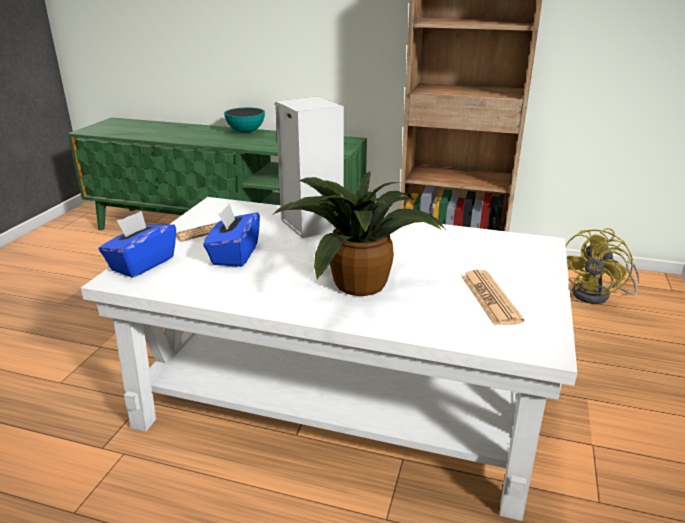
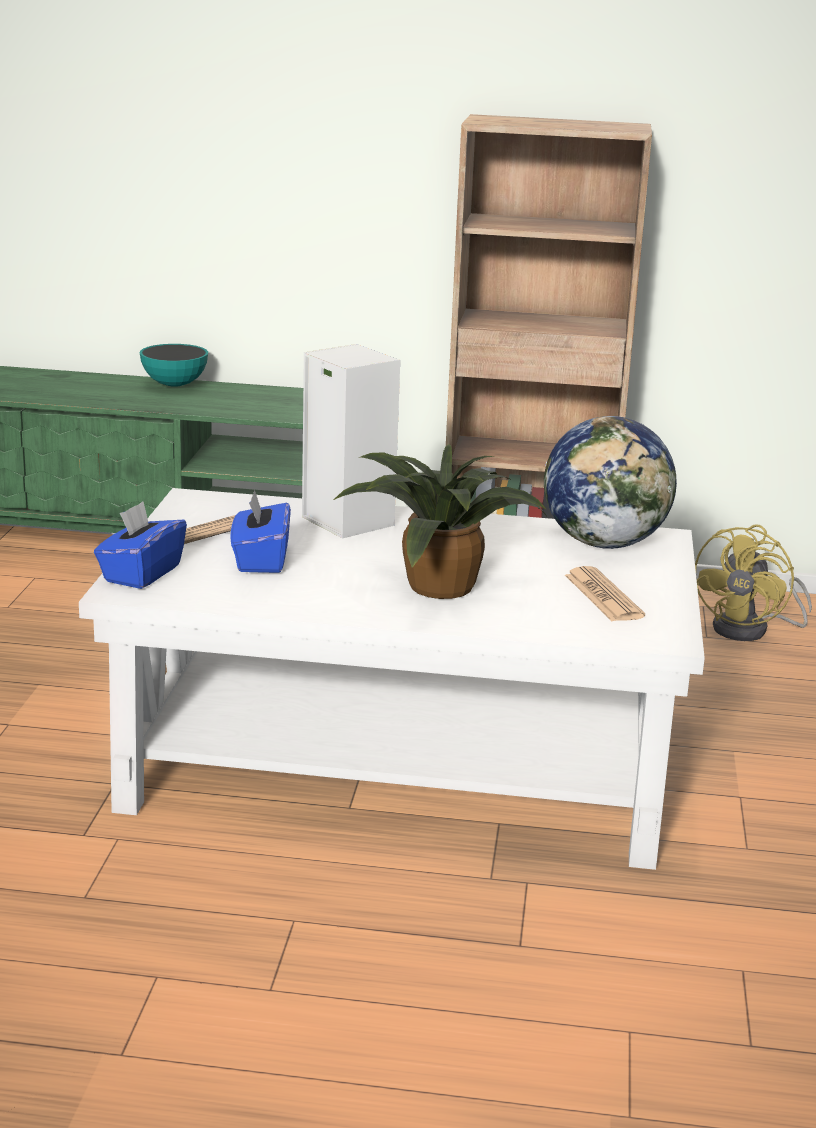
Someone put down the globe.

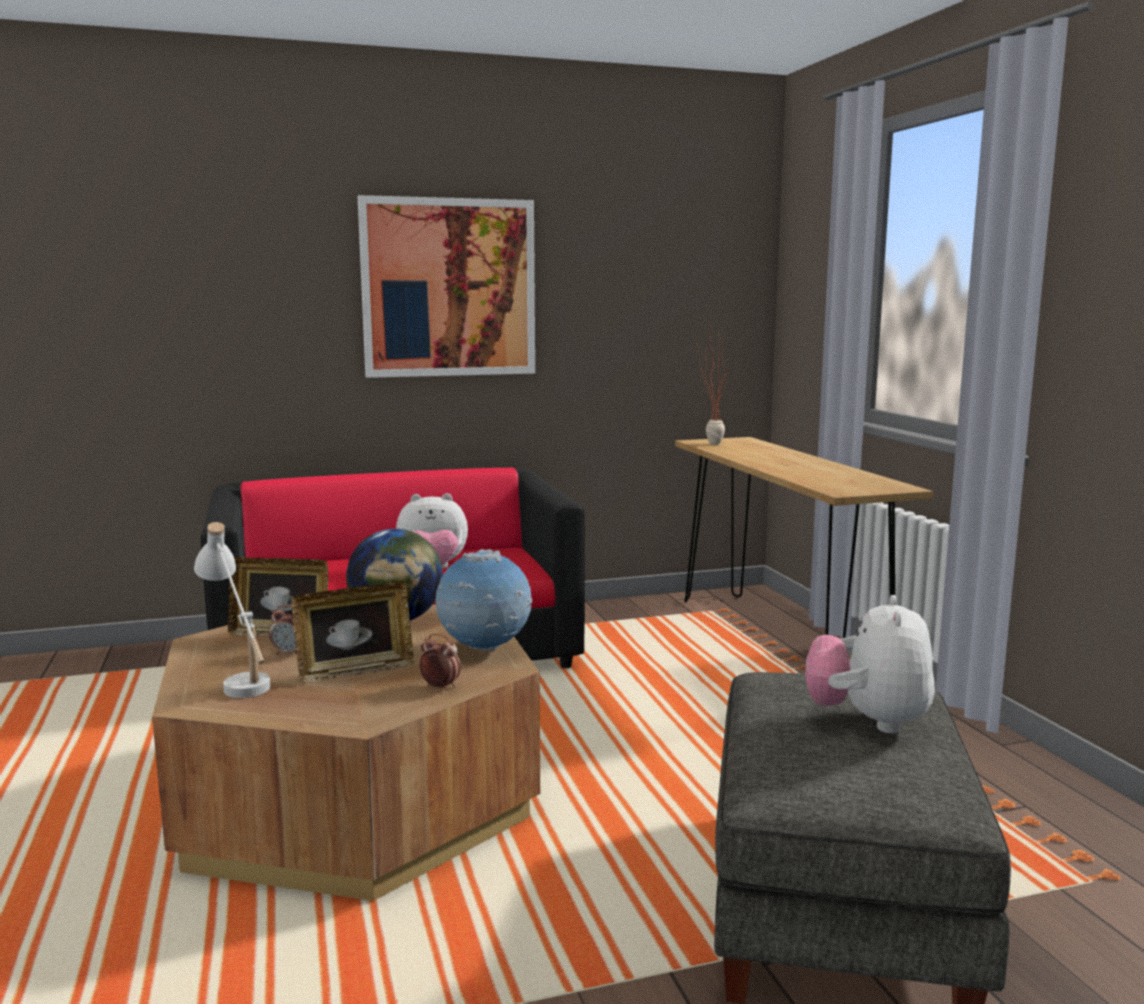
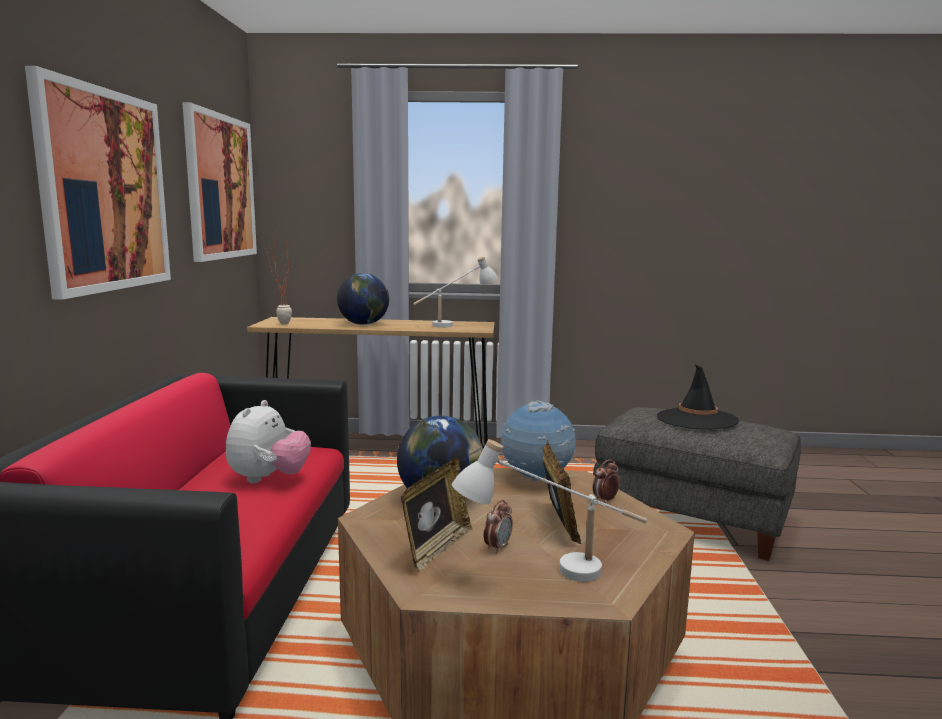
Someone put up the picture (2nd from left). Someone put down the globe (1st from left). Someone put down the white_table_lamp (1st from left). Someone swapped the plush_toy (2nd from left) for the black_hat.

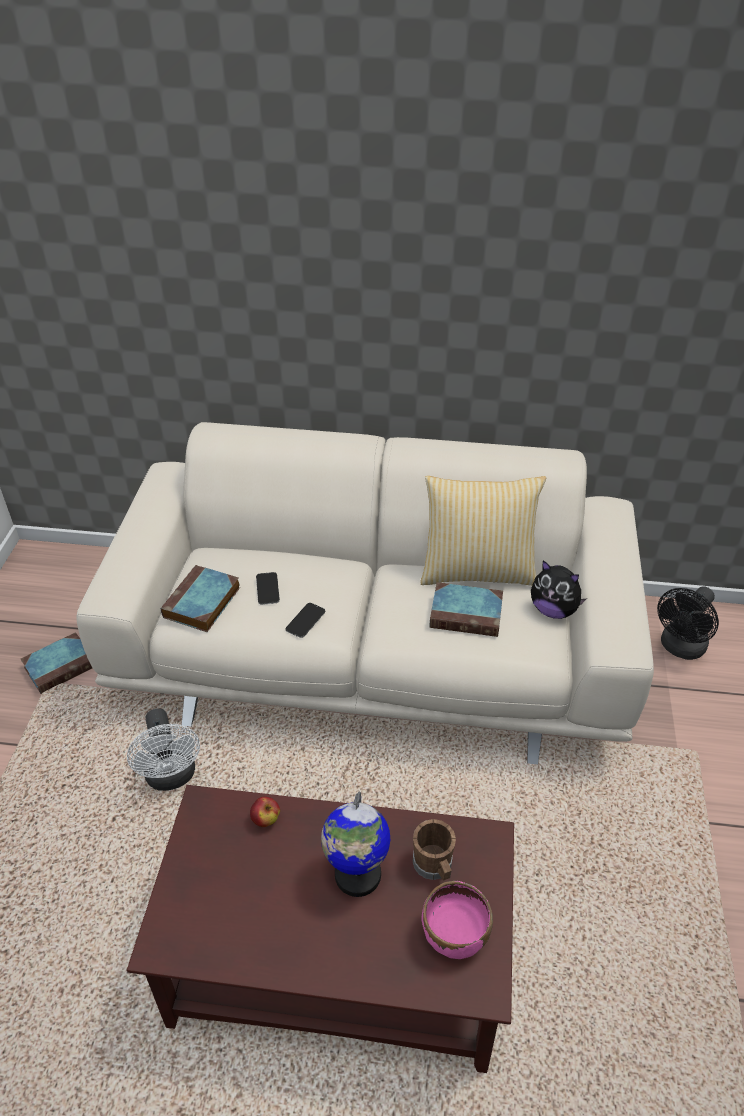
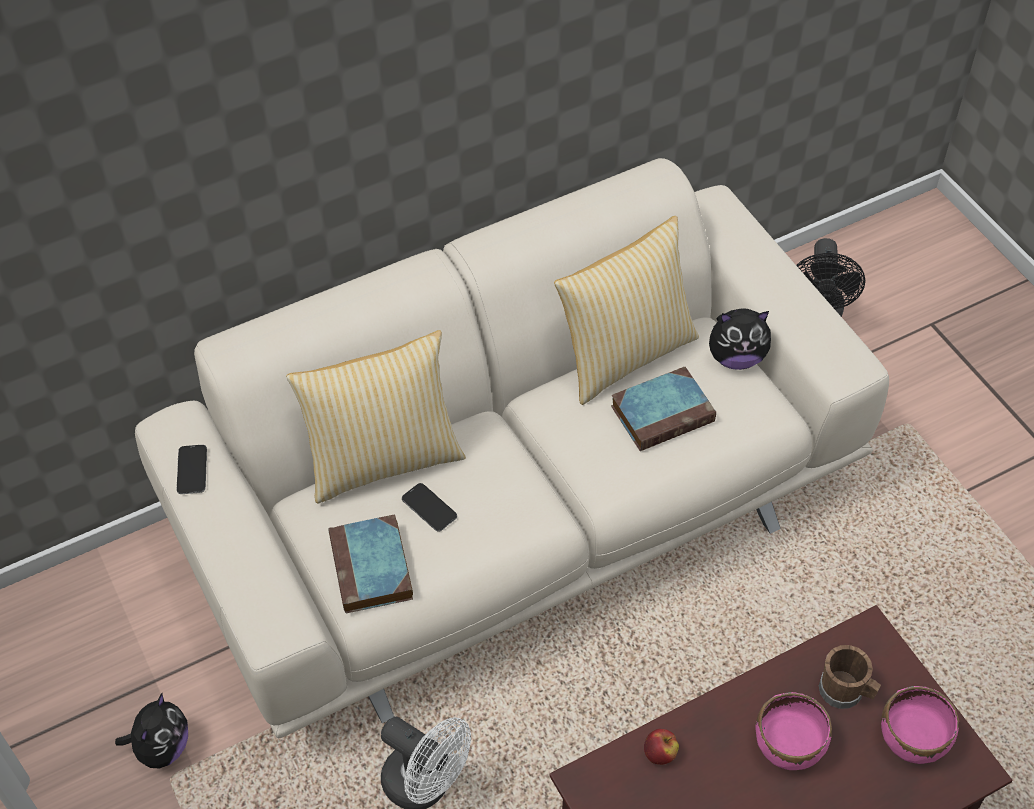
Someone swapped the book (1st from left) for the plush_toy (1st from left). Someone carried the phone (2nd from left in the first image). Someone put down the pillow (1st from left). Someone swapped the globe for the pink_bowl (1st from left).

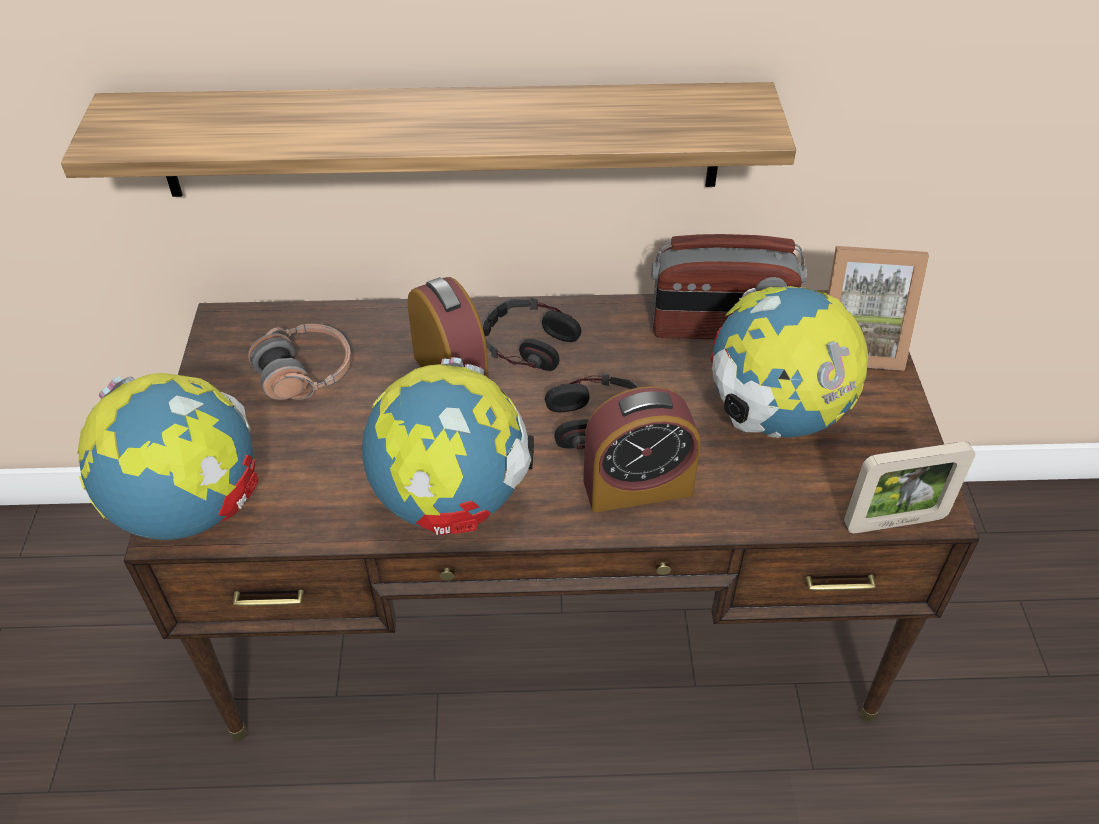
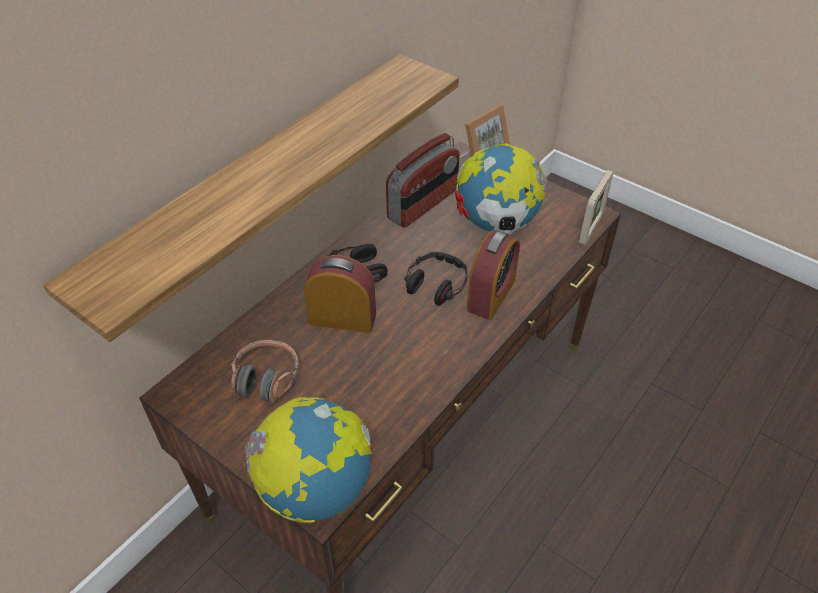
Someone took away the globe (2nd from left).

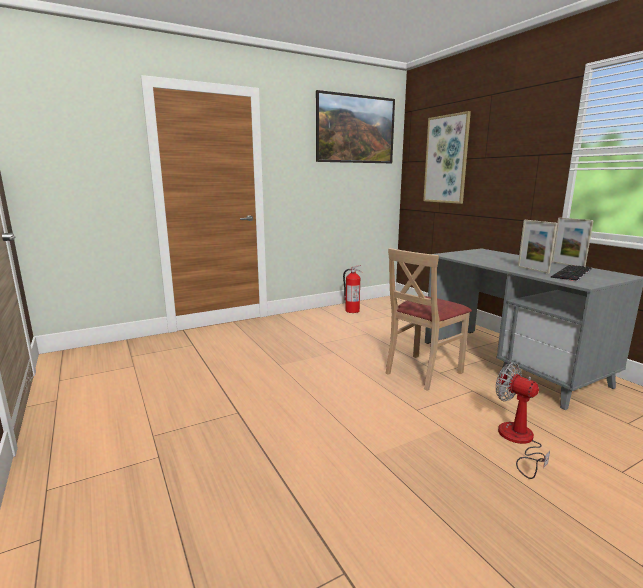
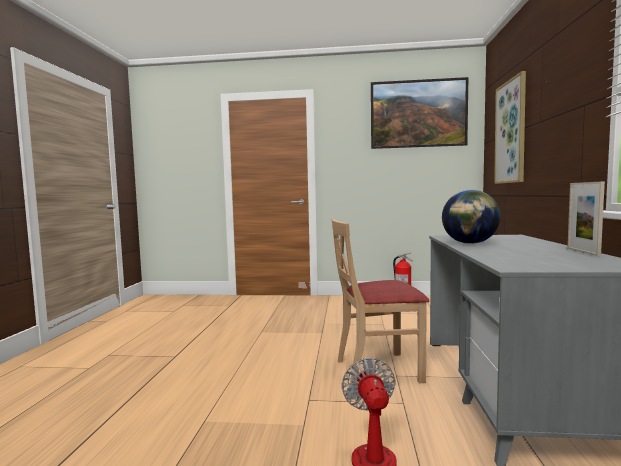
Someone put down the globe. Someone took away the picture_frame (1st from left). Someone took away the keyboard.

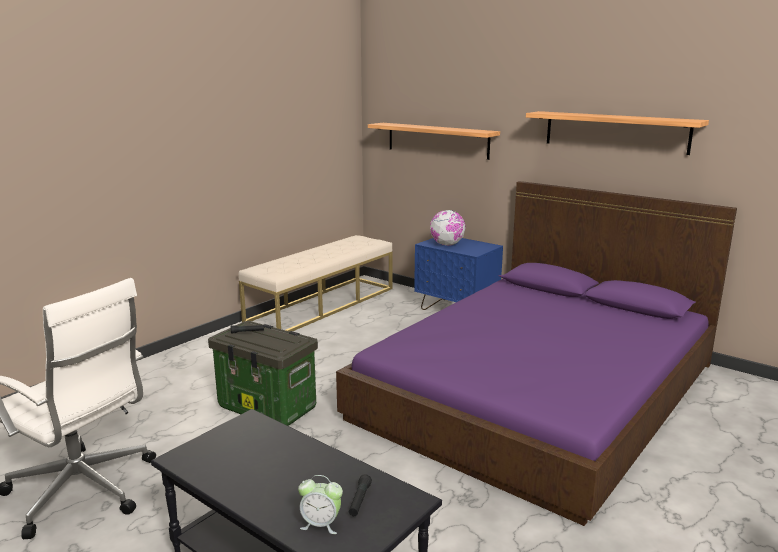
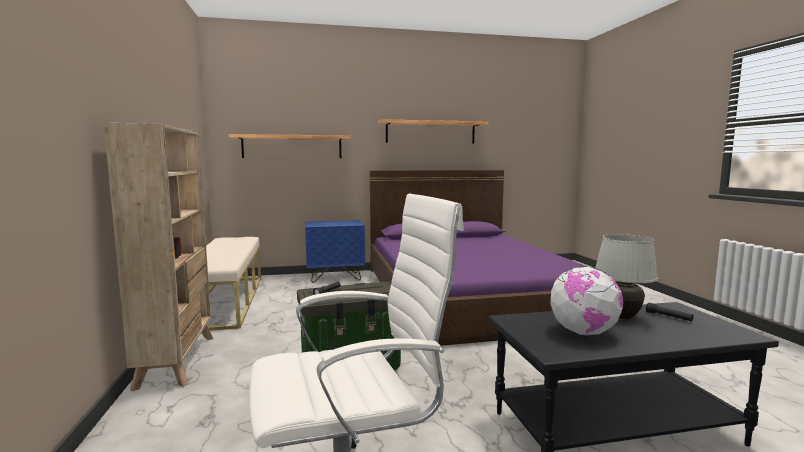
Someone put down the beige_bookcase. Someone carried the globe. Someone put down the white_table_lamp. Someone took away the alarm_clock.

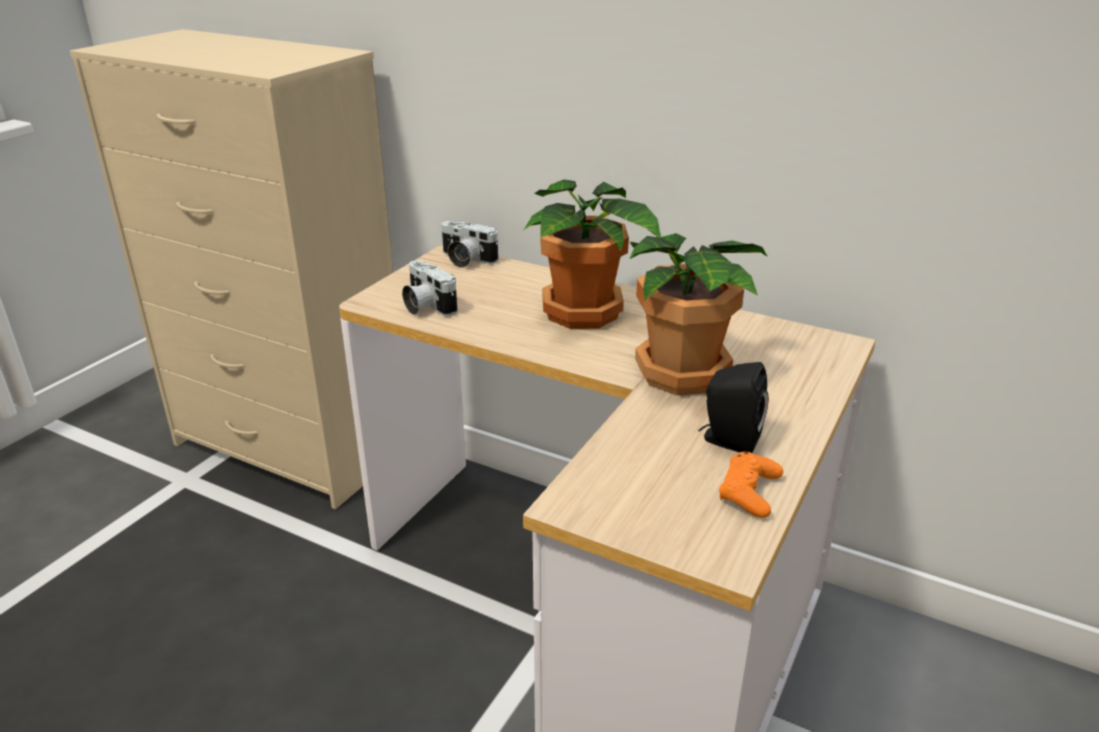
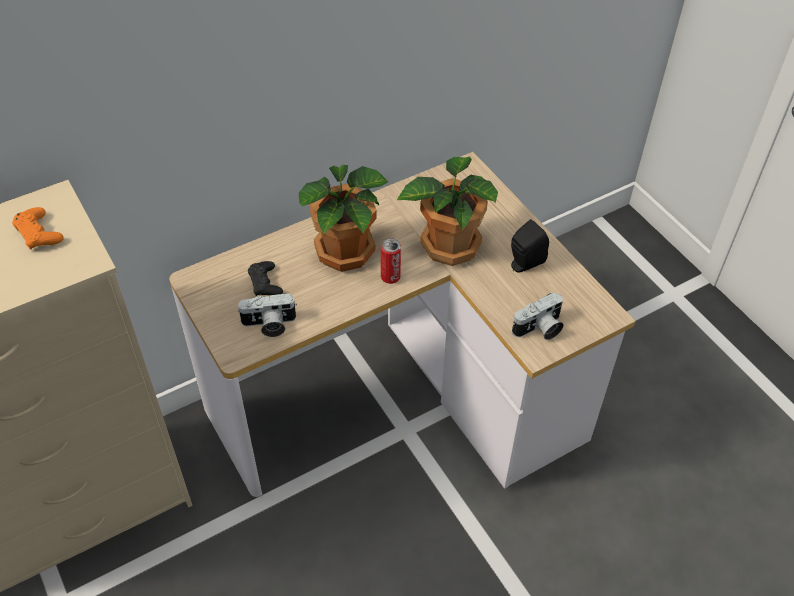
Someone carried the orange_game_controller. Someone put down the black_game_controller. Someone put down the can. Someone carried the photo_camera (2nd from left).

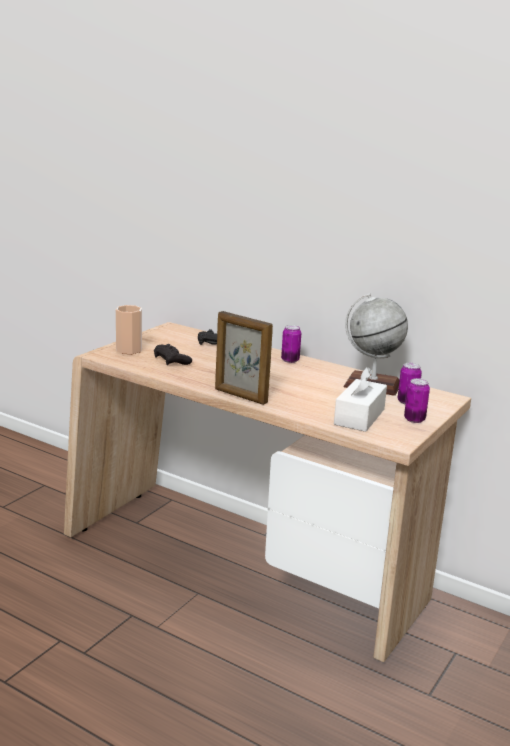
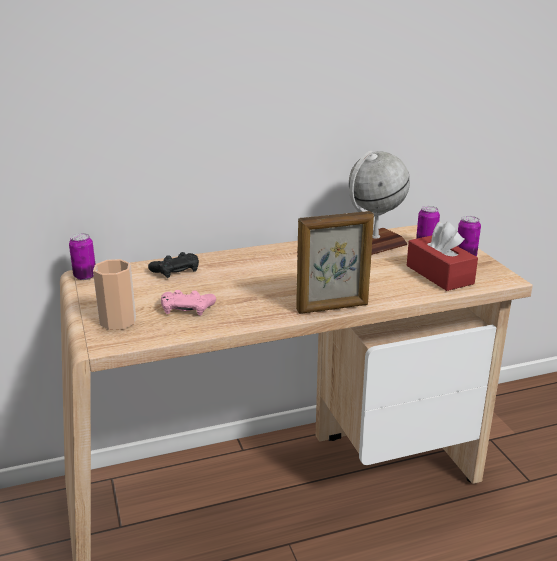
Someone carried the can (1st from left). Someone repainted the black_game_controller (1st from left), which became the pink_game_controller. Someone repainted the white_tissue_box, which became the red_tissue_box.

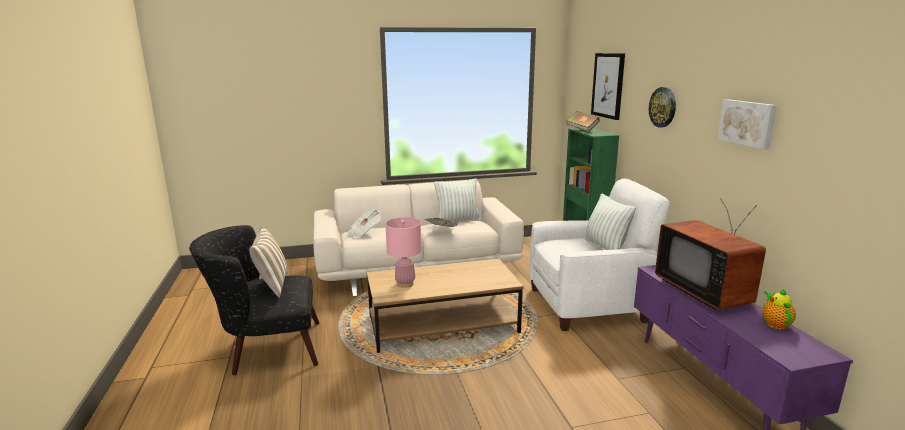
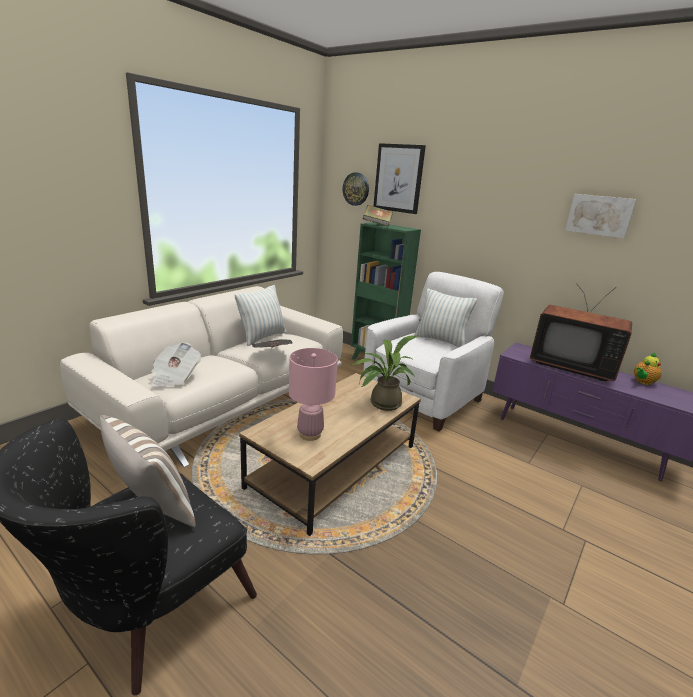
Someone carried the wall_clock. Someone put down the potted_plant. Someone rotated the teapot by 90 degrees counterclockwise.

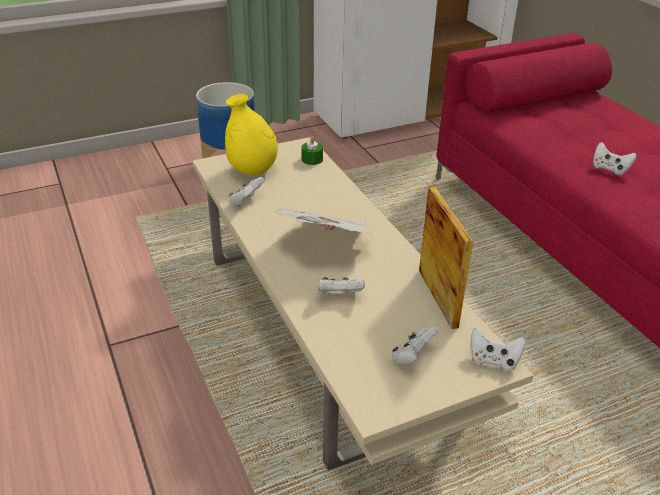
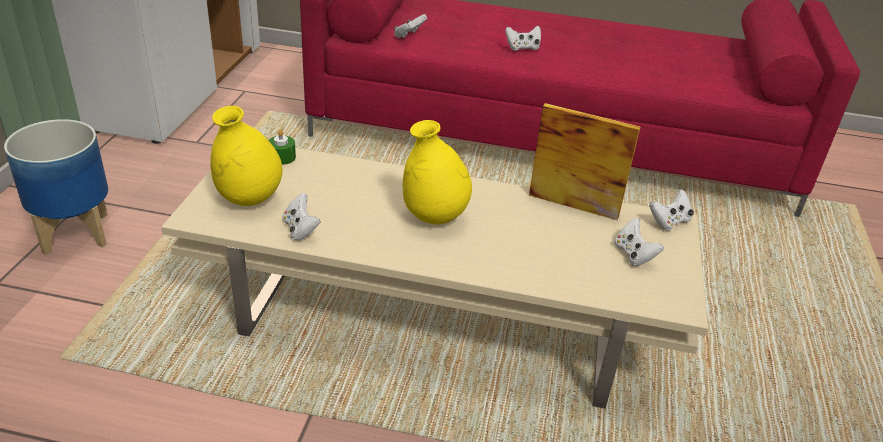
Someone carried the white_game_controller (2nd from left). Someone swapped the newspaper for the yellow_vase (2nd from left).

